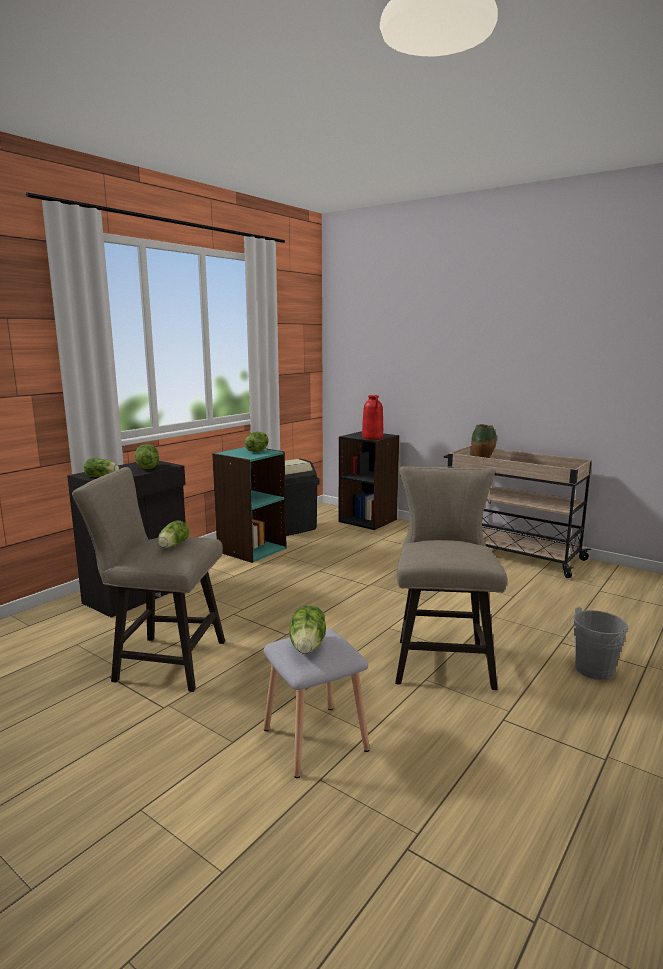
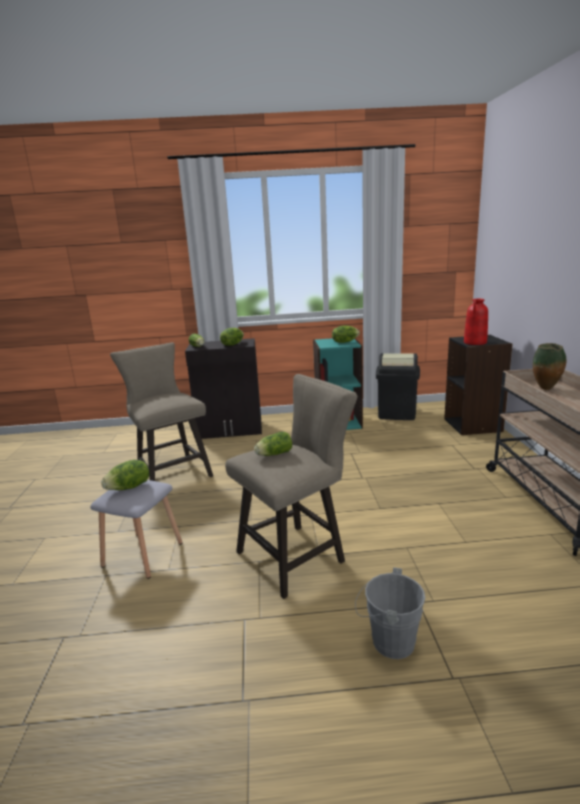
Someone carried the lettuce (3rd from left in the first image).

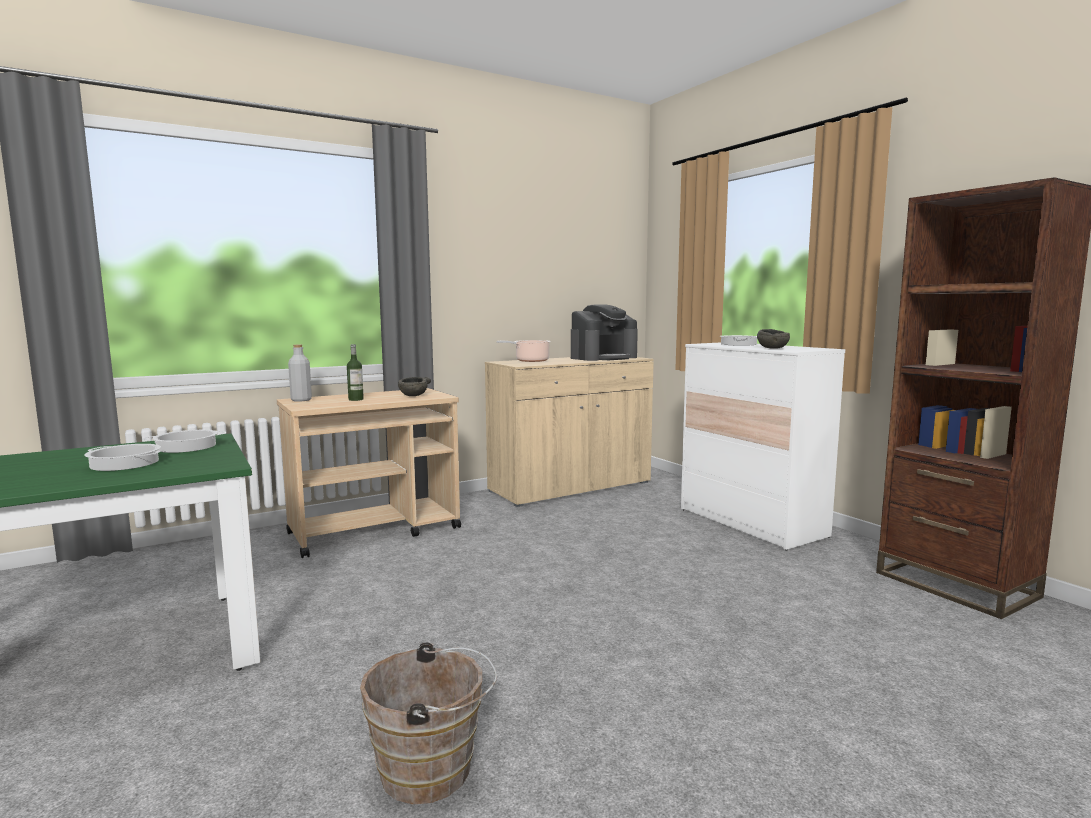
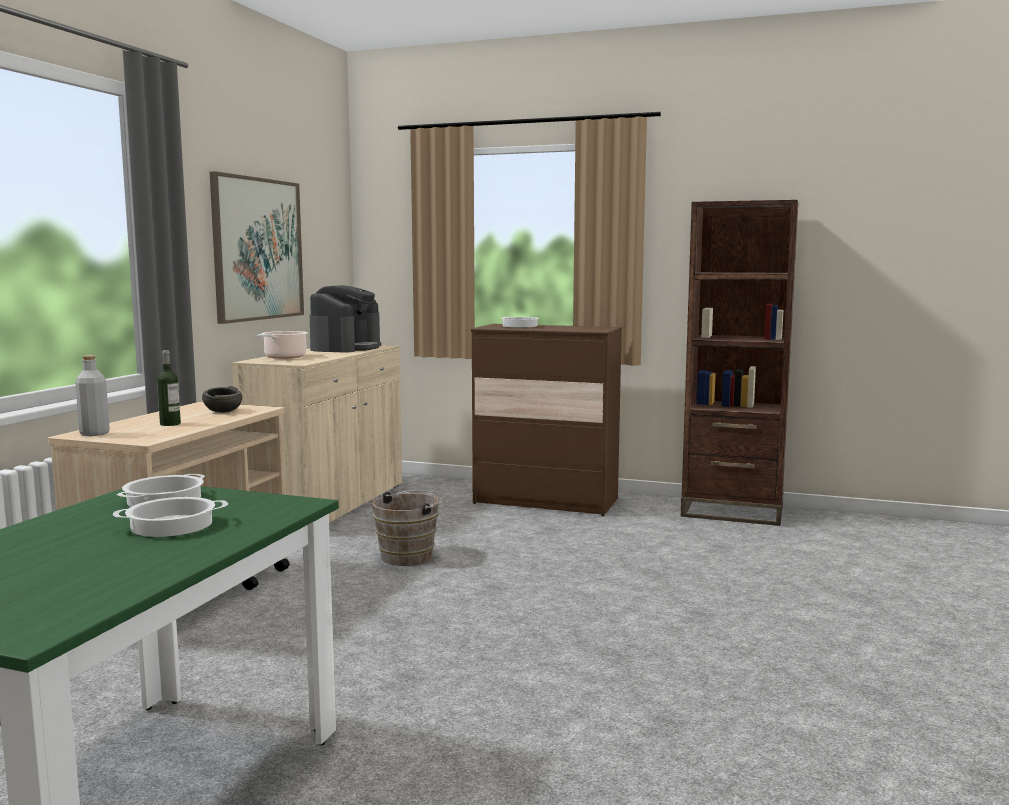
Someone put up the picture. Someone carried the brown_bucket. Someone repainted the white_dresser, which became the brown_dresser. Someone took away the grey_bowl (2nd from left).

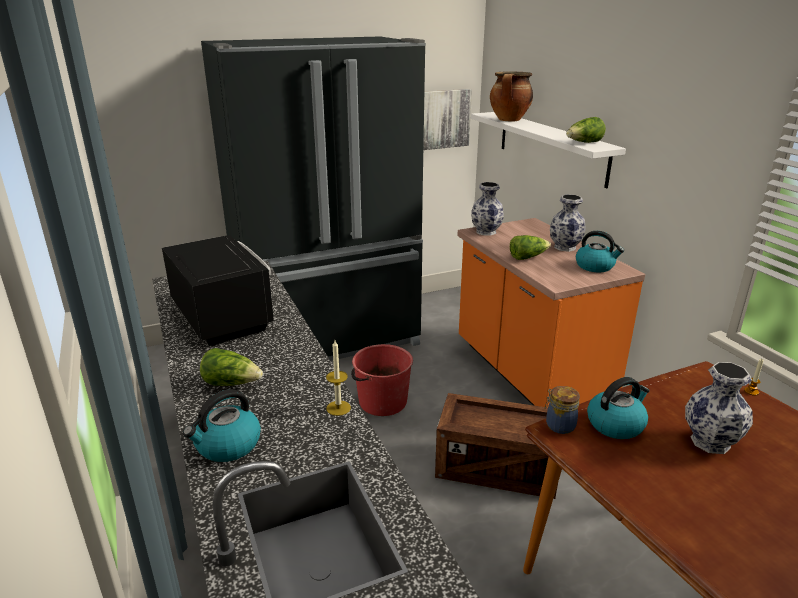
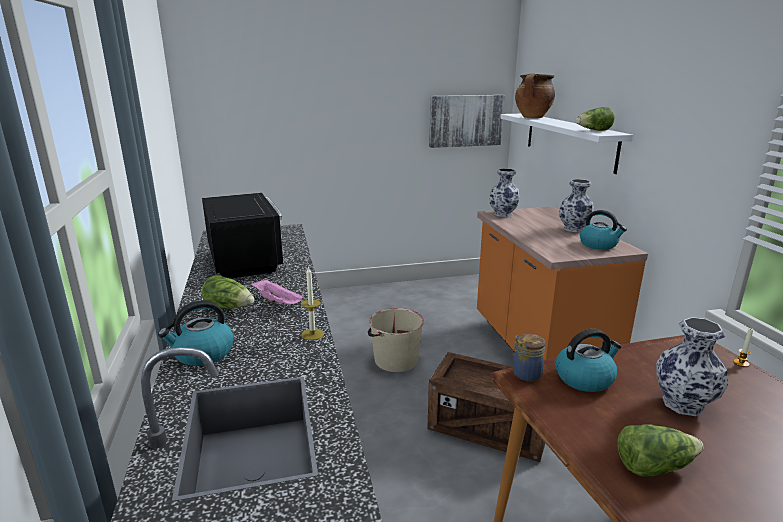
Someone put down the pink_tray. Someone repainted the red_bucket, which became the beige_bucket. Someone carried the lettuce (2nd from left in the first image). Someone took away the black_fridge.

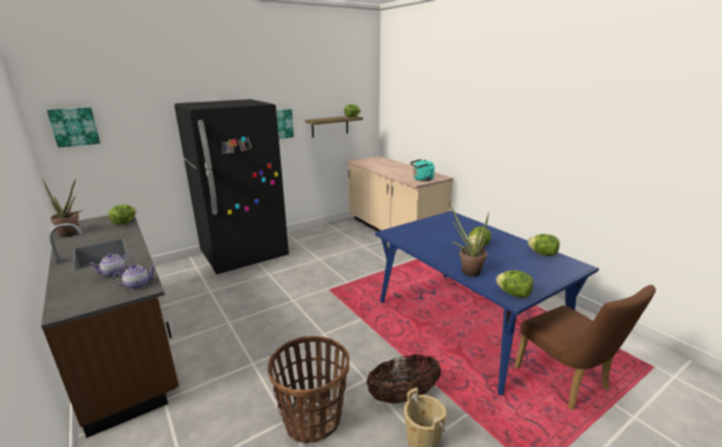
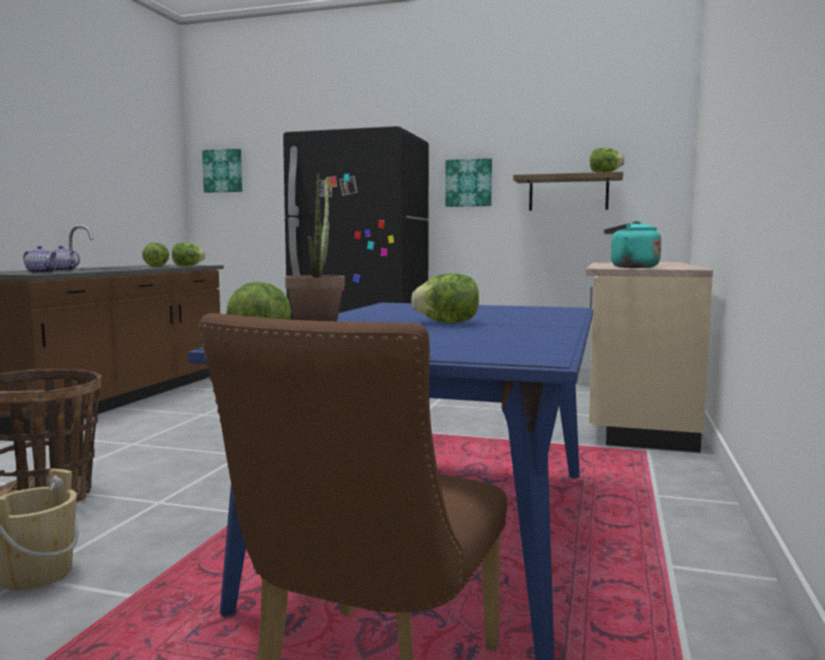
Someone carried the lettuce (5th from left in the first image). Someone took away the potted_plant (1st from left). Someone took away the basket (2nd from left).

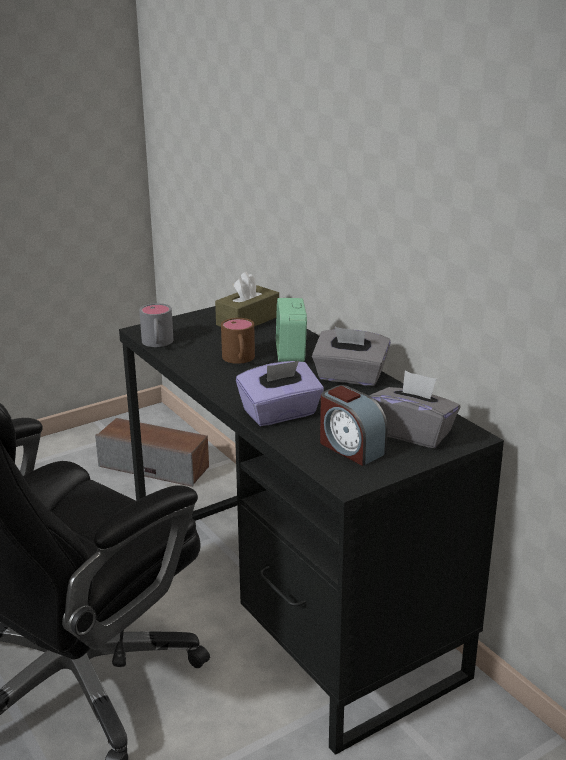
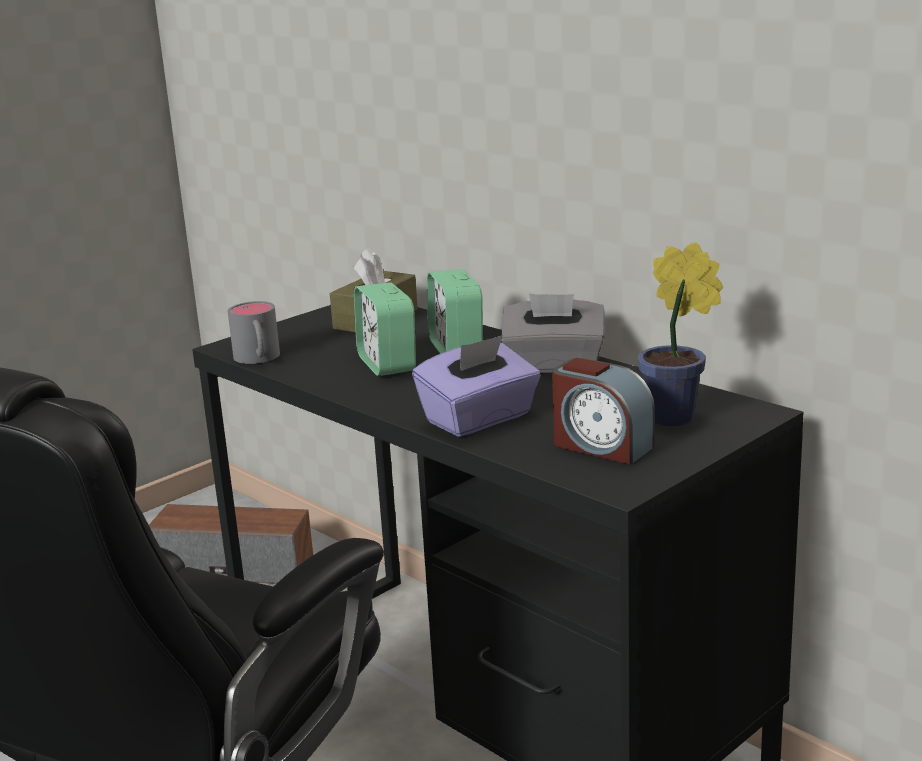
Someone swapped the brown_mug for the alarm_clock (1st from left). Someone swapped the grey_tissue_box (2nd from left) for the potted_plant.

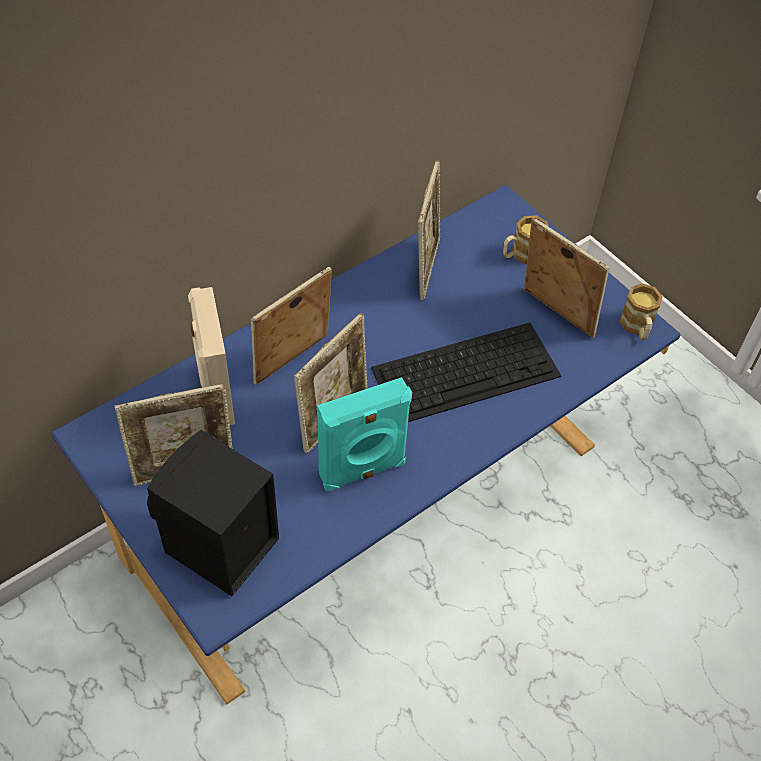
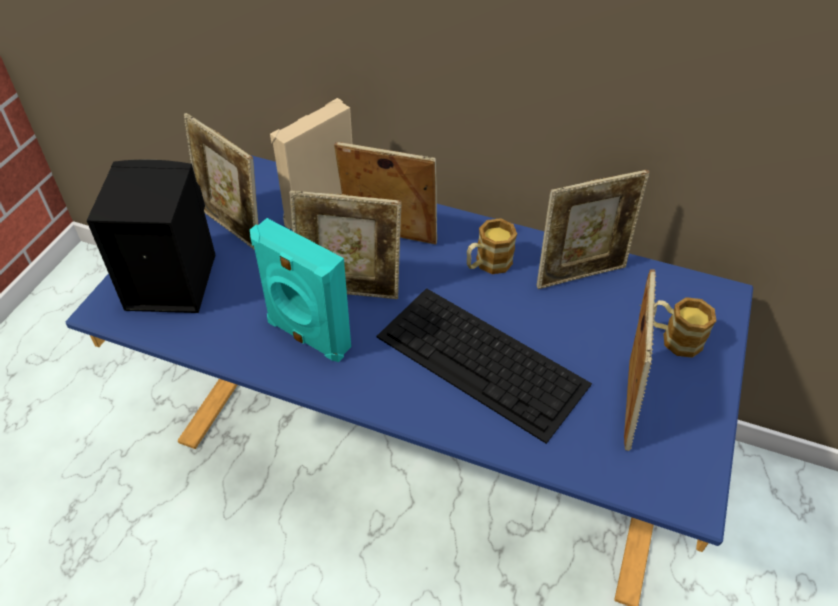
Someone carried the mug (2nd from left in the first image).

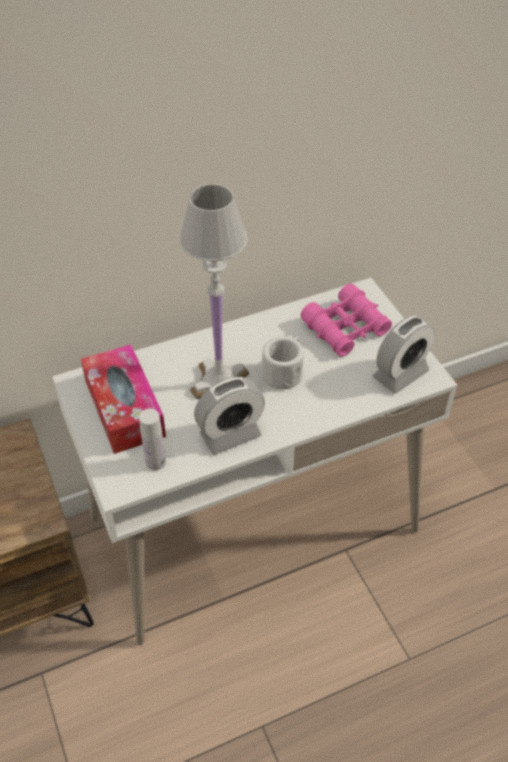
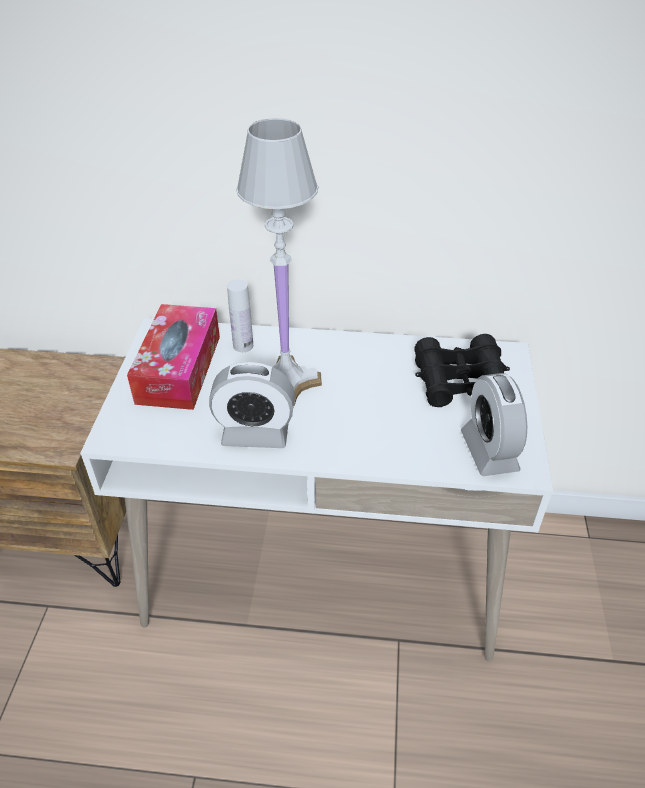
Someone carried the white_bottle. Someone repainted the pink_binoculars, which became the black_binoculars. Someone rotated the alarm_clock (2nd from left) by 90 degrees clockwise. Someone took away the white_mug.

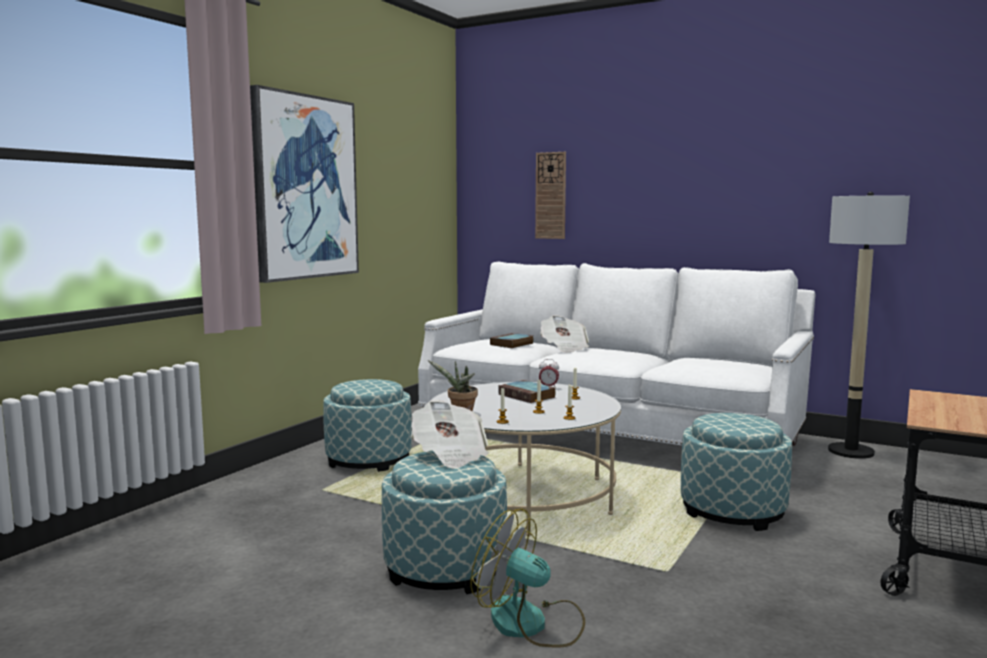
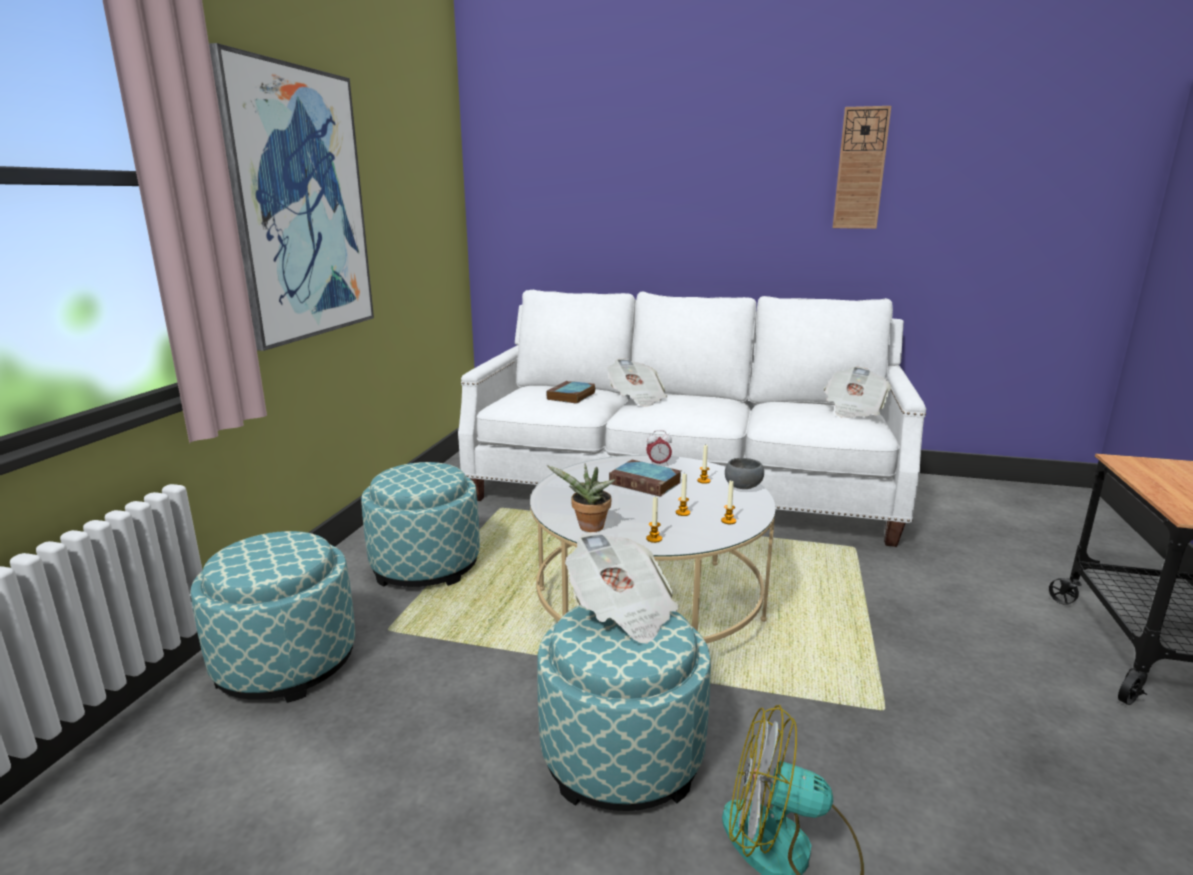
Someone carried the ottoman (3rd from left in the first image). Someone put down the grey_bowl. Someone put down the newspaper (3rd from left). Someone carried the wall_clock. Someone took away the floor_lamp.

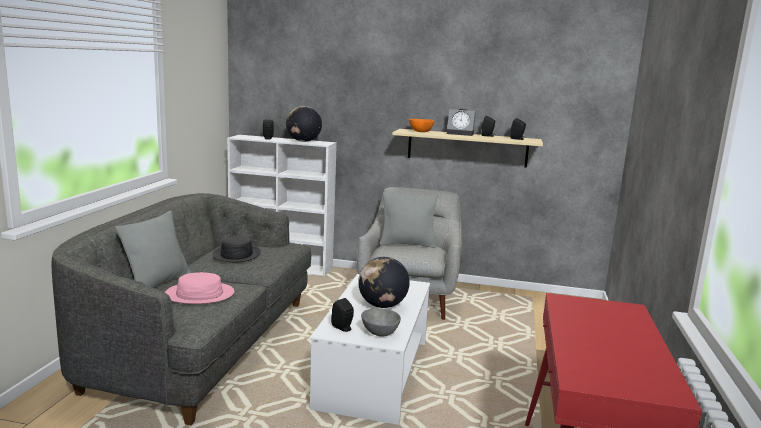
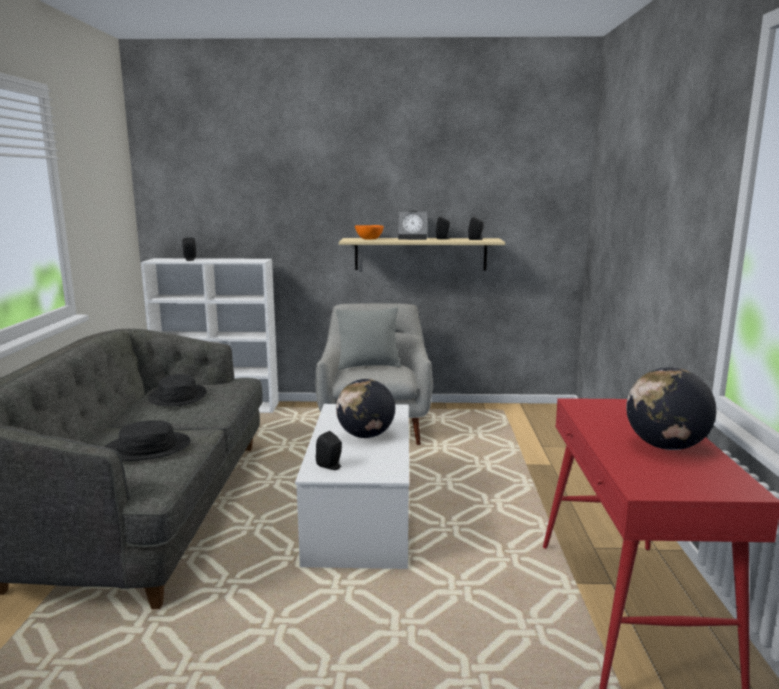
Someone repainted the pink_hat, which became the black_hat (1st from left). Someone carried the globe (1st from left in the first image). Someone took away the grey_pillow (1st from left). Someone took away the grey_bowl.

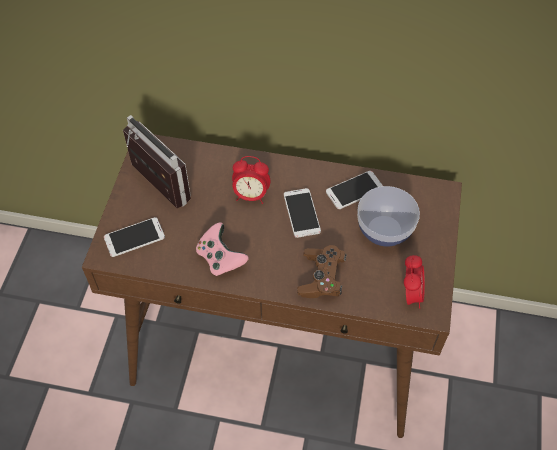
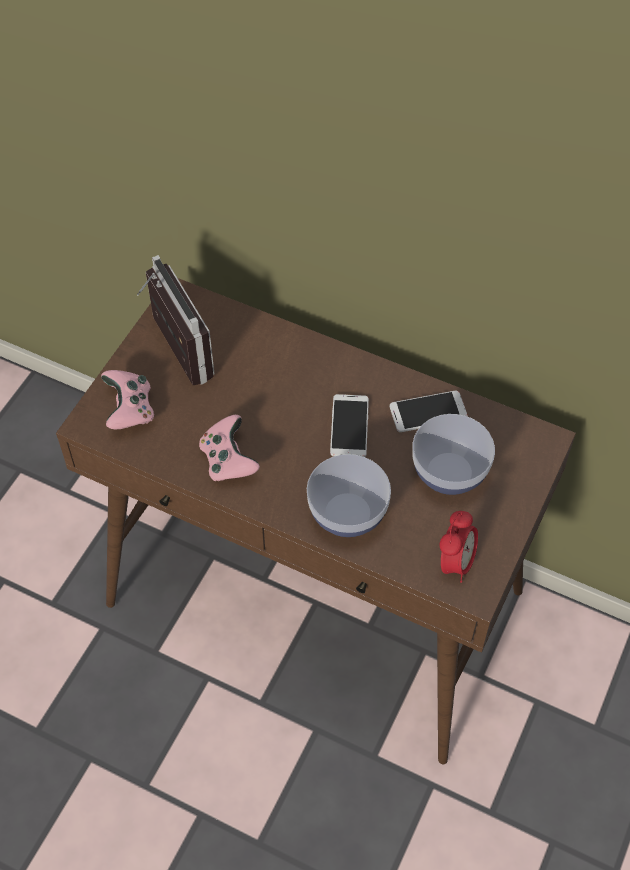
Someone swapped the phone (1st from left) for the pink_game_controller (1st from left). Someone swapped the brown_game_controller for the bowl (1st from left). Someone took away the alarm_clock (1st from left).

